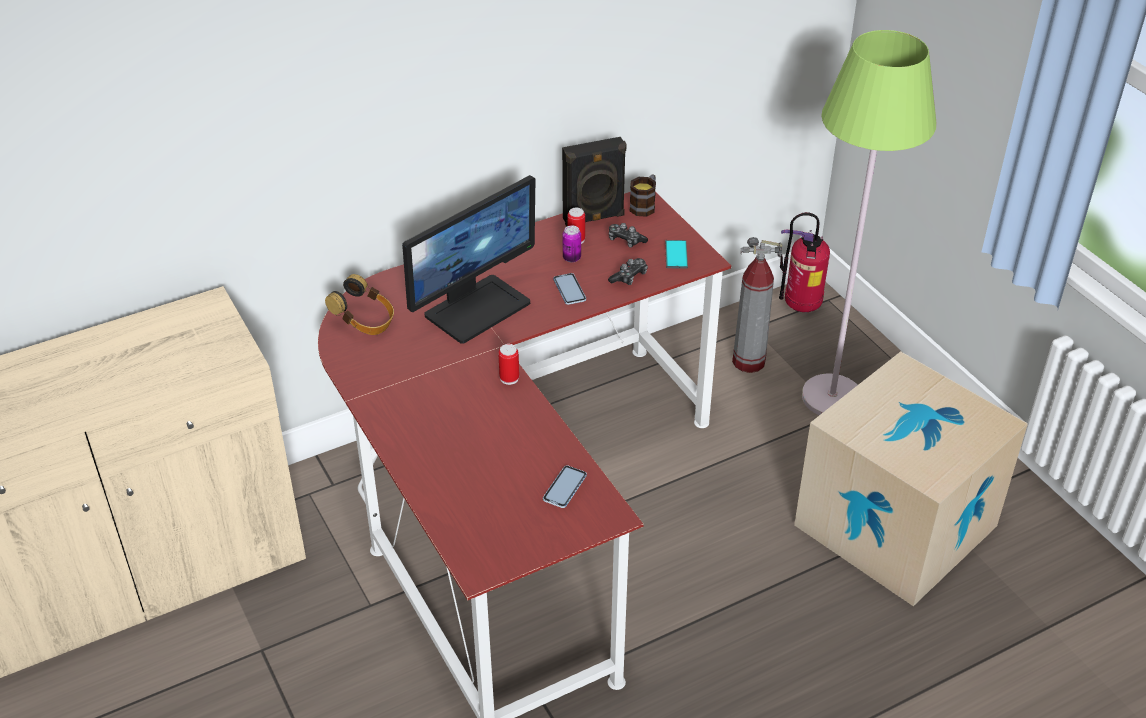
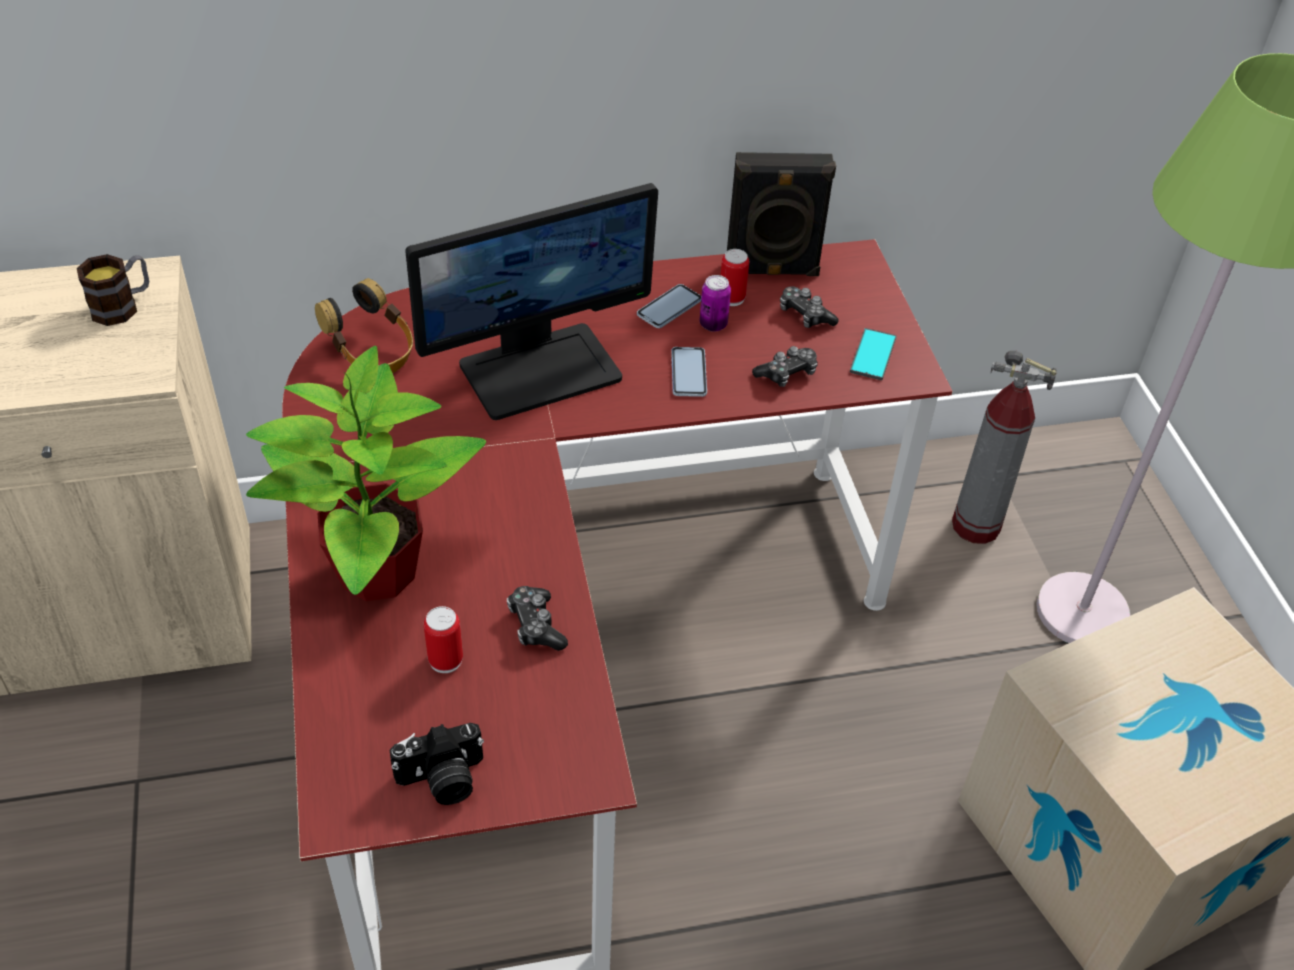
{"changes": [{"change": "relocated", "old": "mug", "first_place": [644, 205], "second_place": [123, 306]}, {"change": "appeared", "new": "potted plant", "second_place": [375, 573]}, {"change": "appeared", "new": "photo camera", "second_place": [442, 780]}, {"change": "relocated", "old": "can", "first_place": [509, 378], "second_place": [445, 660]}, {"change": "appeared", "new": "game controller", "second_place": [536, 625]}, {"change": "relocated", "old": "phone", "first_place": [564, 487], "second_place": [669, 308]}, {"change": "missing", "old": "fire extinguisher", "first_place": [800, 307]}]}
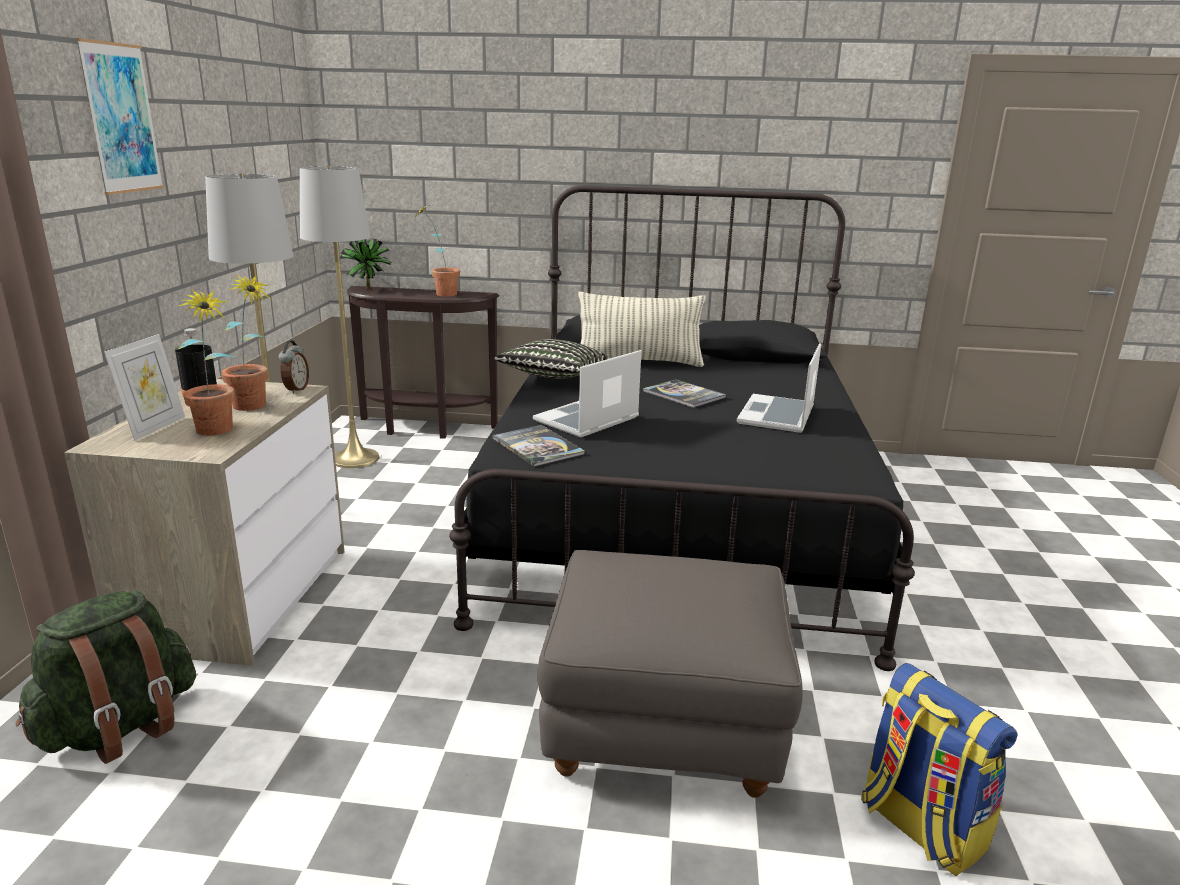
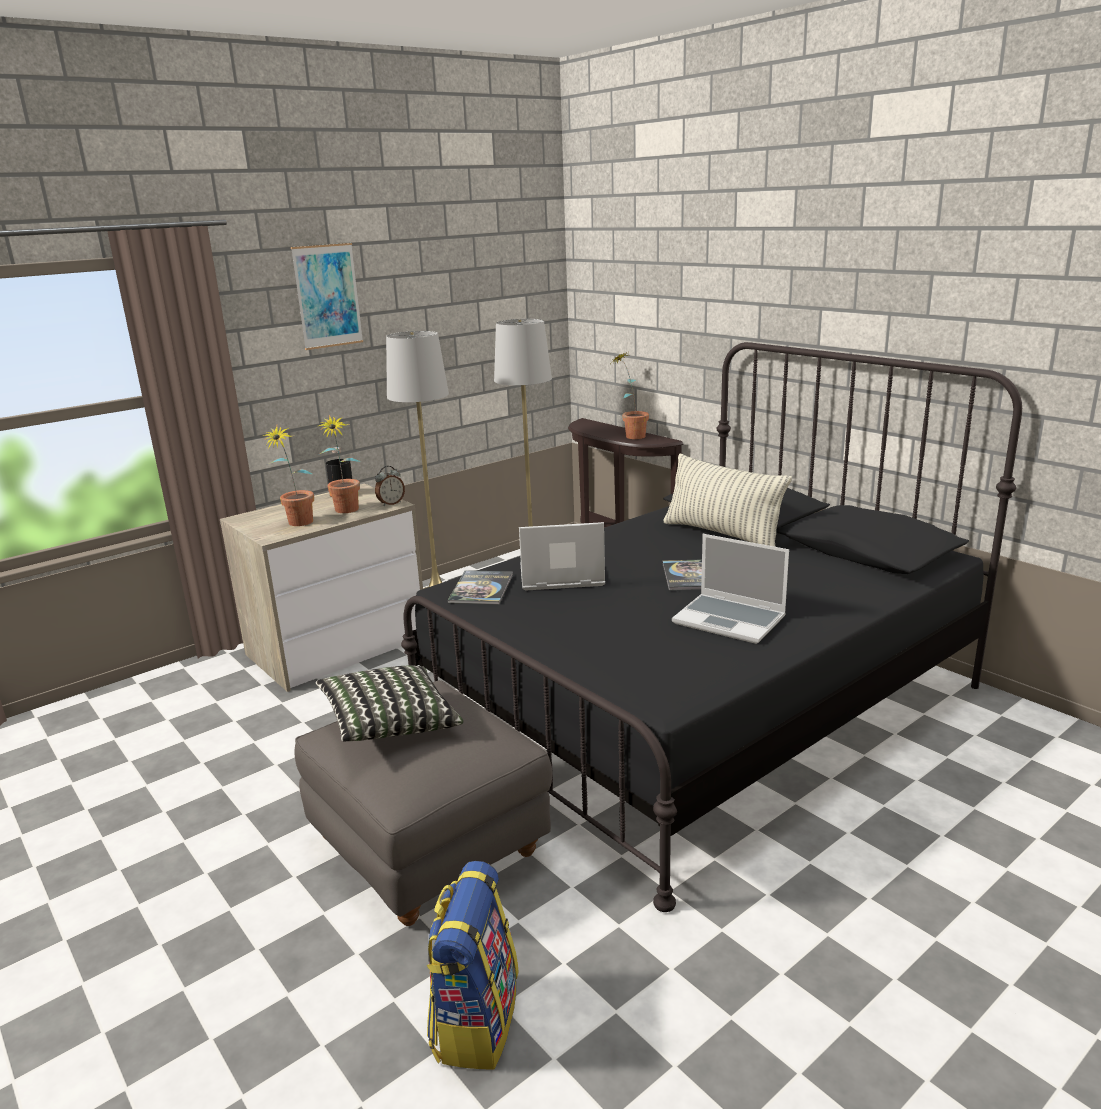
{"changes": [{"change": "relocated", "old": "pillow", "first_place": [554, 378], "second_place": [390, 724]}, {"change": "spun", "old": "laptop", "first_place": [777, 416], "second_place": [731, 620], "degrees": -120}, {"change": "missing", "old": "green backpack", "first_place": [120, 727]}, {"change": "missing", "old": "picture frame", "first_place": [154, 427]}, {"change": "missing", "old": "potted plant", "first_place": [369, 290]}]}
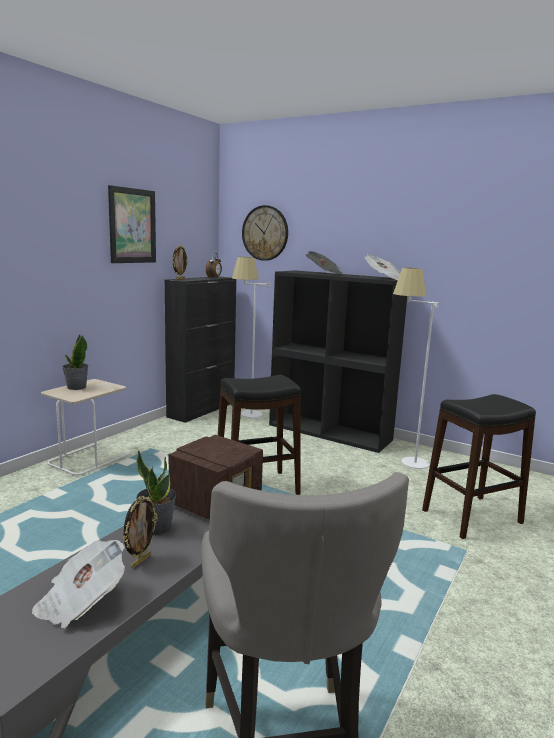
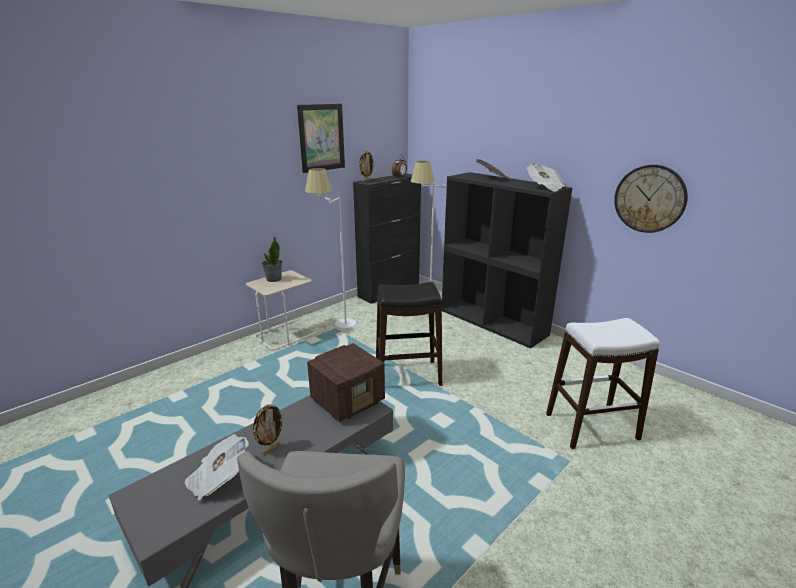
{"changes": [{"change": "relocated", "old": "white floor lamp", "first_place": [403, 463], "second_place": [335, 323]}, {"change": "colour", "old": "black stool", "new": "white stool", "first_place": [472, 516], "second_place": [591, 426]}, {"change": "relocated", "old": "wall clock", "first_place": [265, 233], "second_place": [649, 199]}, {"change": "missing", "old": "potted plant", "first_place": [156, 527]}]}
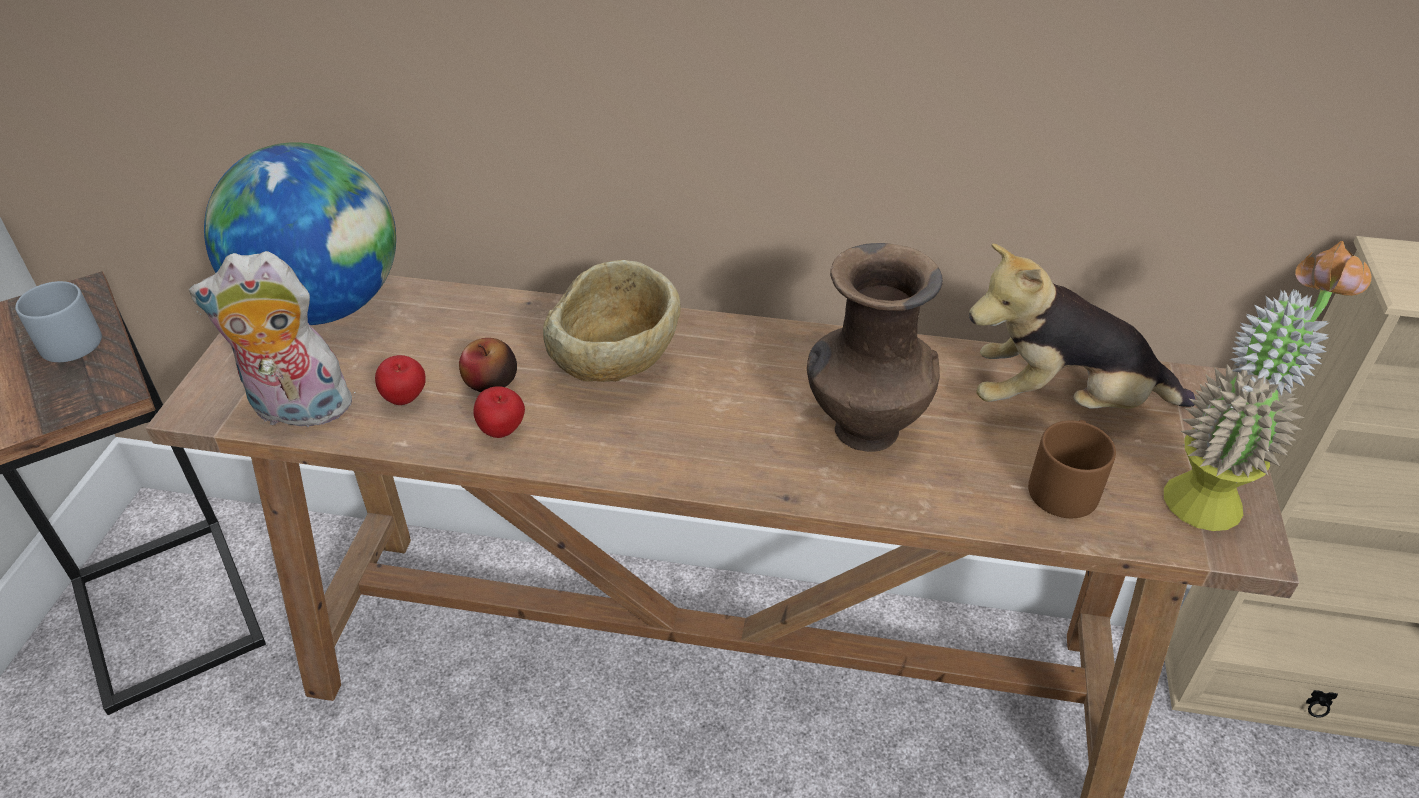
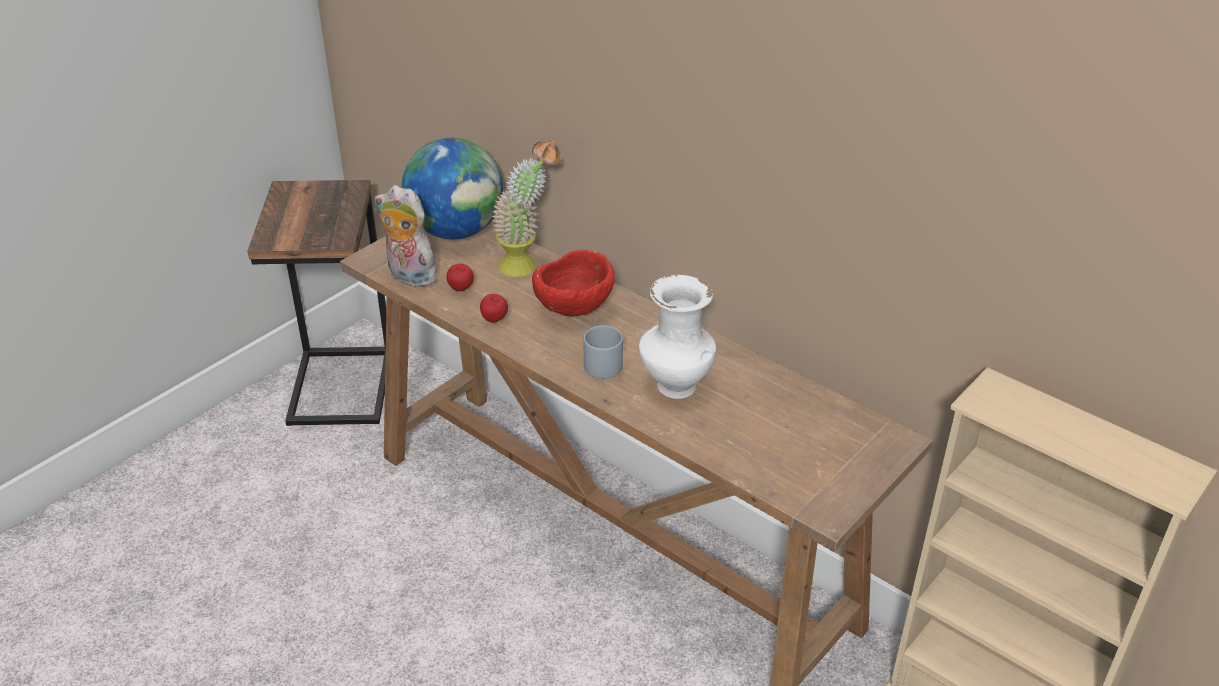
{"changes": [{"change": "relocated", "old": "potted plant", "first_place": [1213, 491], "second_place": [527, 265]}, {"change": "colour", "old": "beige bowl", "new": "red bowl", "first_place": [615, 368], "second_place": [574, 311]}, {"change": "relocated", "old": "grey mug", "first_place": [70, 337], "second_place": [603, 362]}, {"change": "colour", "old": "brown vase", "new": "white vase", "first_place": [863, 430], "second_place": [674, 386]}, {"change": "missing", "old": "apple", "first_place": [490, 382]}, {"change": "missing", "old": "plush toy", "first_place": [1062, 403]}, {"change": "missing", "old": "brown mug", "first_place": [1063, 483]}]}
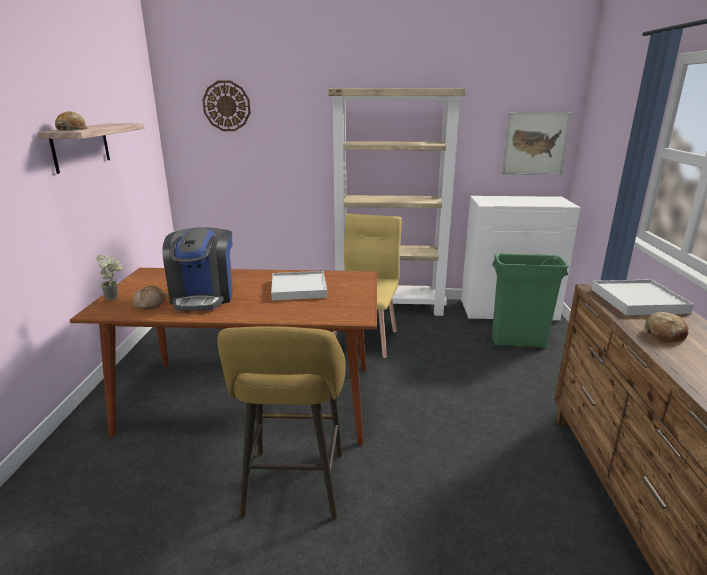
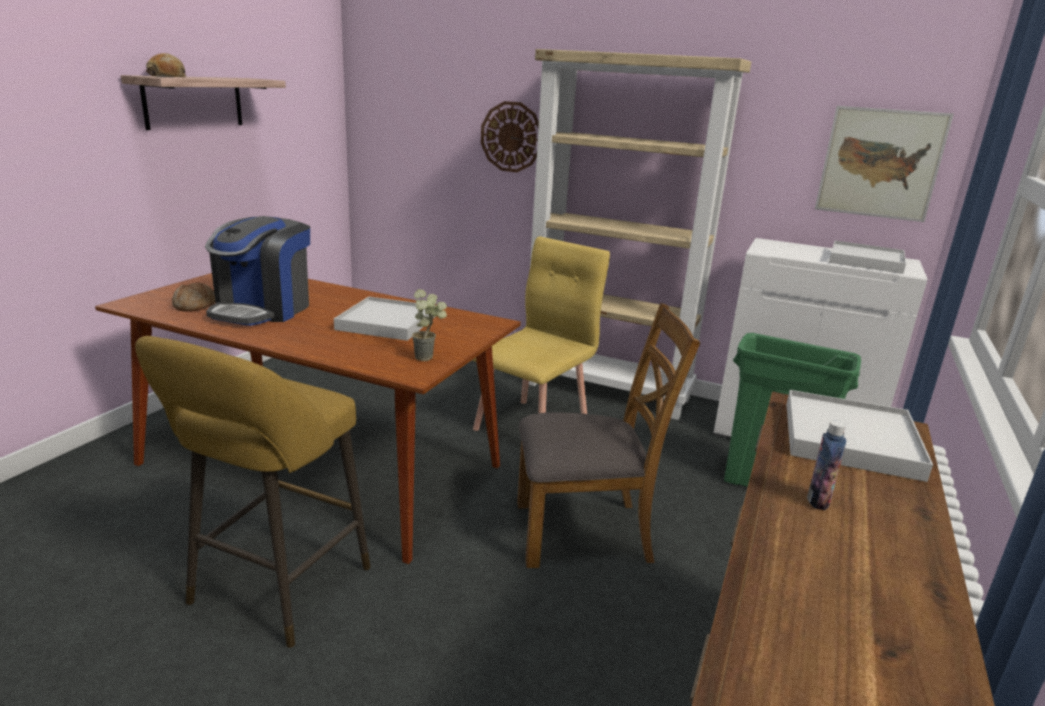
{"changes": [{"change": "relocated", "old": "potted plant", "first_place": [115, 297], "second_place": [429, 357]}, {"change": "relocated", "old": "wall clock", "first_place": [226, 106], "second_place": [511, 137]}, {"change": "appeared", "new": "brown chair", "second_place": [584, 532]}, {"change": "exchanged", "old": "bread", "new": "bottle", "first_place": [664, 334], "second_place": [818, 501]}, {"change": "appeared", "new": "white tray", "second_place": [865, 261]}]}
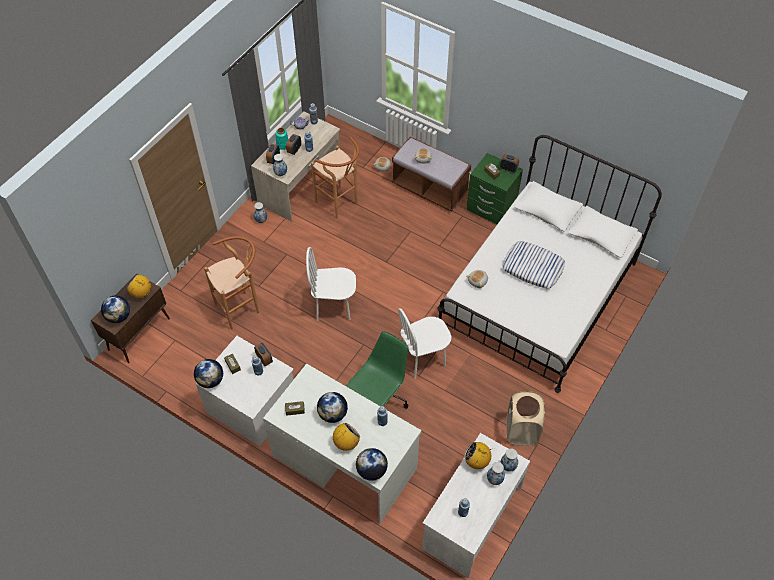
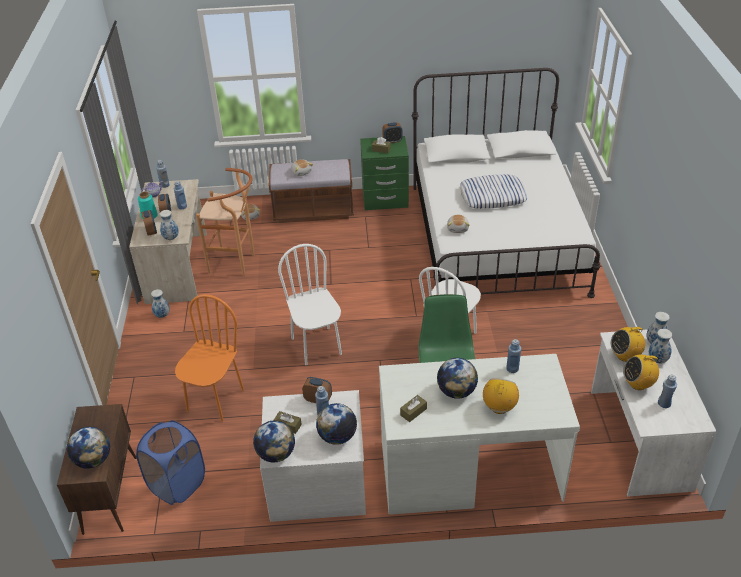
{"changes": [{"change": "appeared", "new": "blue laundry basket", "second_place": [177, 484]}, {"change": "exchanged", "old": "brown stool", "new": "orange chair", "first_place": [241, 307], "second_place": [215, 400]}, {"change": "spun", "old": "white chair", "first_place": [334, 307], "second_place": [317, 346], "degrees": 105}, {"change": "relocated", "old": "globe", "first_place": [371, 470], "second_place": [337, 436]}, {"change": "relocated", "old": "radio", "first_place": [141, 293], "second_place": [638, 384]}, {"change": "missing", "old": "beige laundry basket", "first_place": [521, 430]}]}
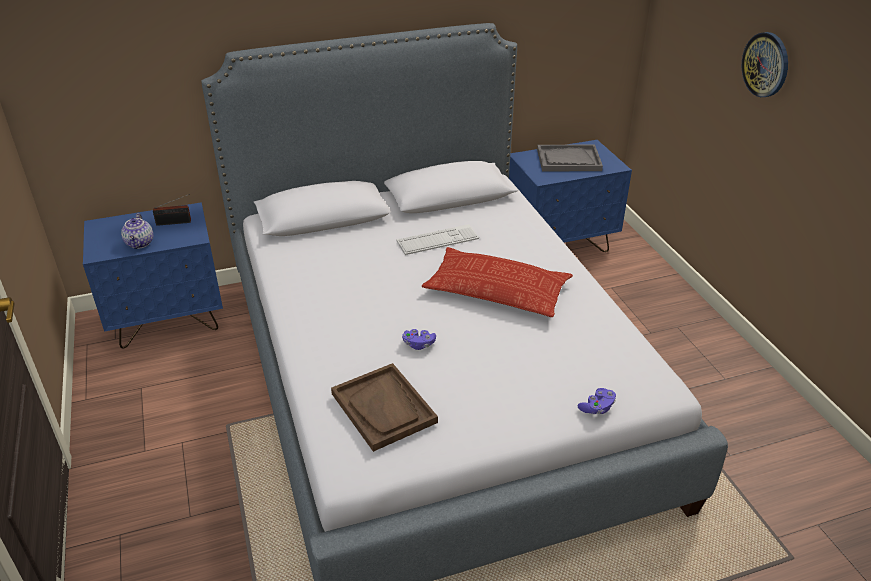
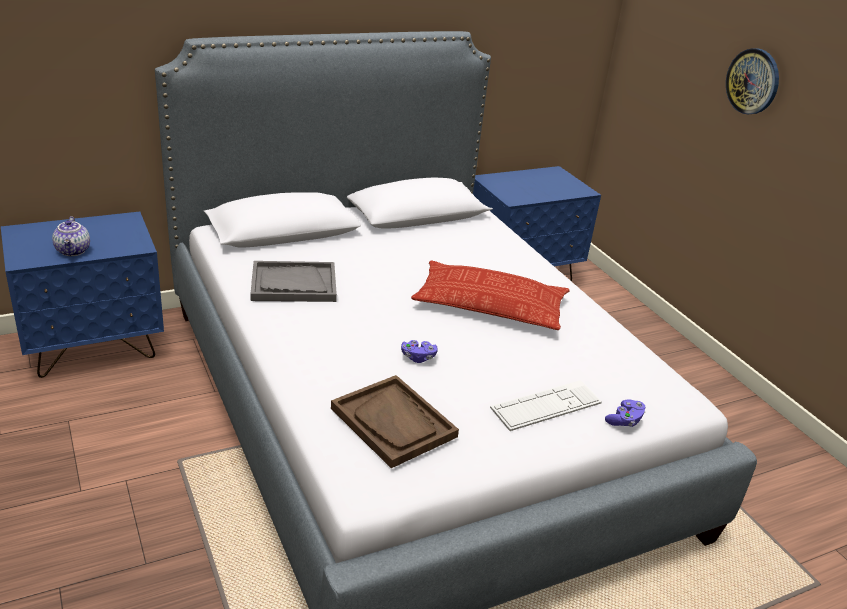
{"changes": [{"change": "relocated", "old": "grey tray", "first_place": [568, 160], "second_place": [293, 284]}, {"change": "relocated", "old": "keyboard", "first_place": [437, 240], "second_place": [546, 406]}, {"change": "missing", "old": "radio", "first_place": [175, 222]}]}
